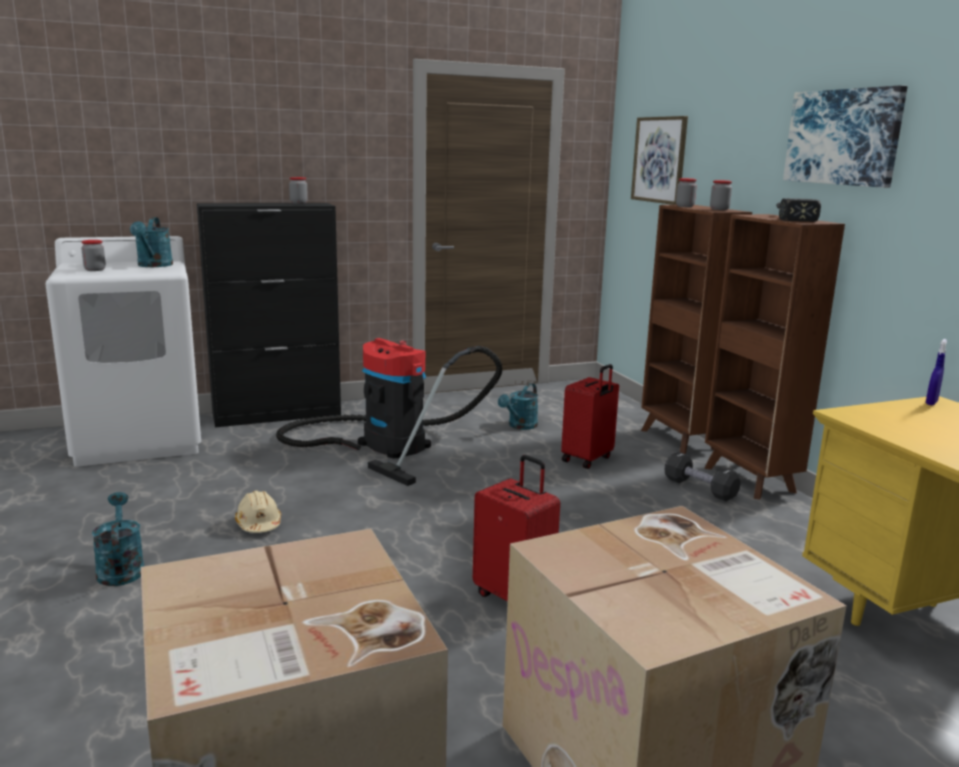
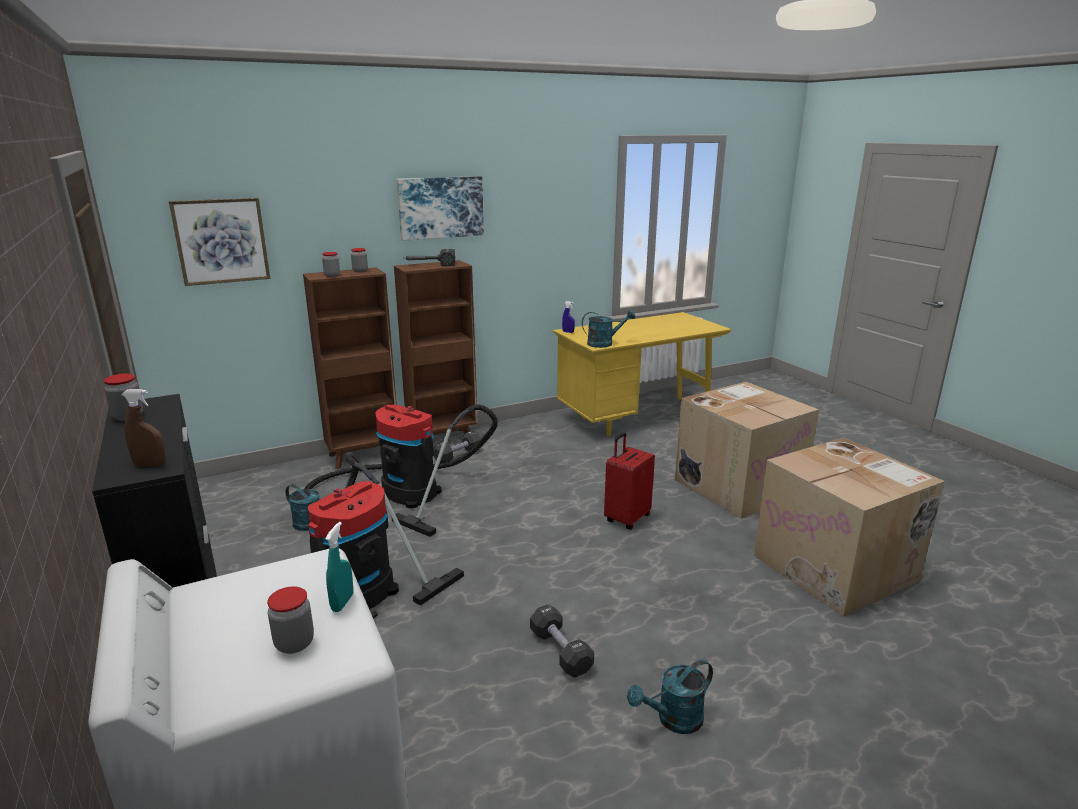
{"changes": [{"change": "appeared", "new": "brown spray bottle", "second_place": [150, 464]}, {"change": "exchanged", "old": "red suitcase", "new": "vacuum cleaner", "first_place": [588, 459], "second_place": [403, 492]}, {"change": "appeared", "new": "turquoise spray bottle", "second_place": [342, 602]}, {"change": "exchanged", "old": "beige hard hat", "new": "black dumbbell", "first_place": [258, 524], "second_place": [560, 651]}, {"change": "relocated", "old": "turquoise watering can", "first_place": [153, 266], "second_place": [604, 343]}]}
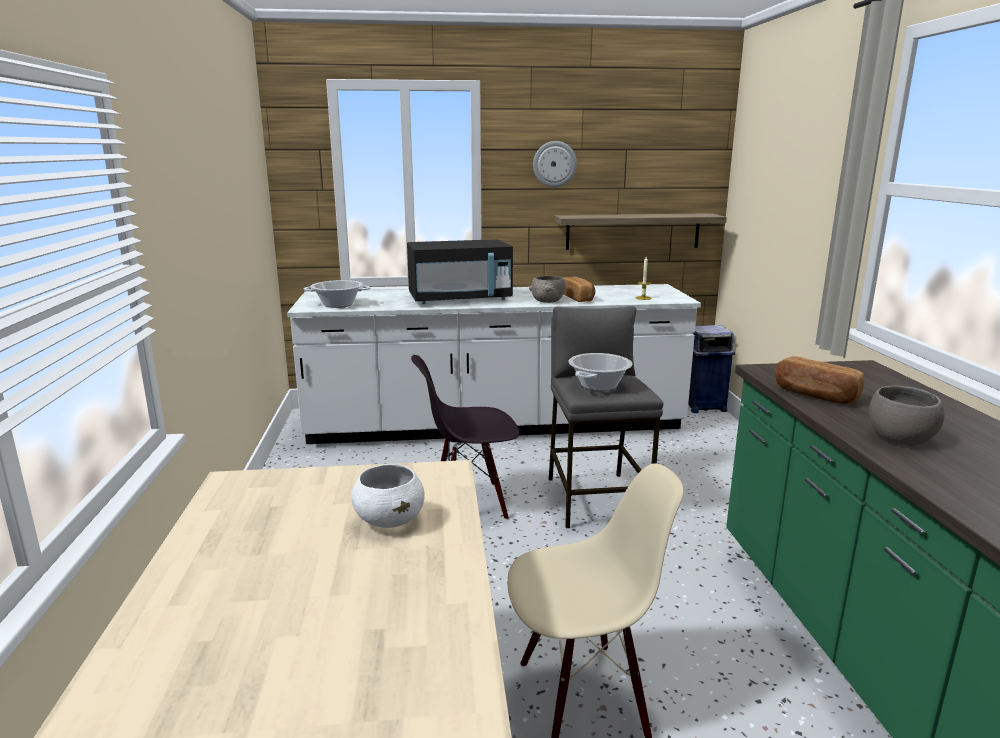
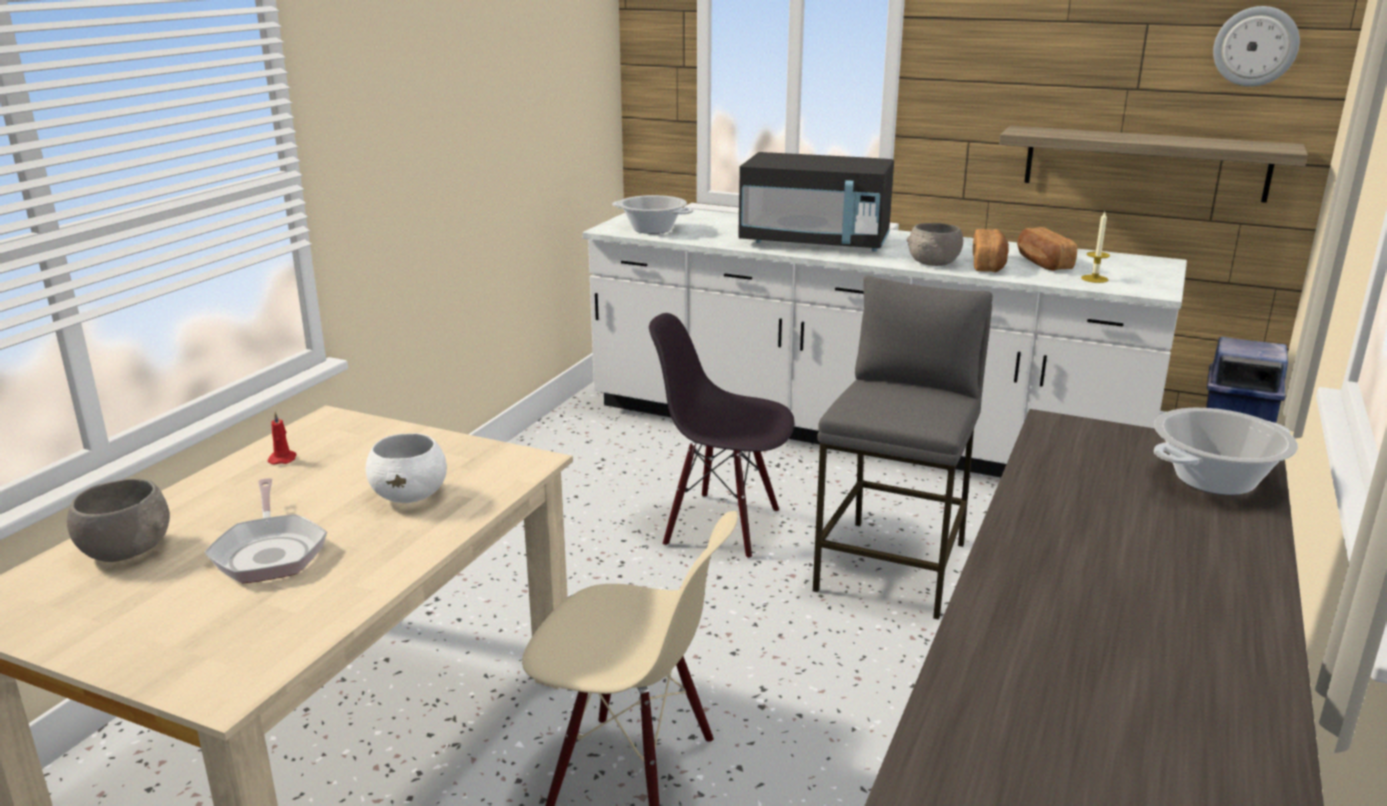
{"changes": [{"change": "relocated", "old": "grey bowl", "first_place": [899, 438], "second_place": [127, 549]}, {"change": "appeared", "new": "frying pan", "second_place": [269, 552]}, {"change": "appeared", "new": "red candle", "second_place": [283, 459]}, {"change": "relocated", "old": "bread", "first_place": [814, 395], "second_place": [1042, 263]}, {"change": "relocated", "old": "cooking pot", "first_place": [599, 385], "second_place": [1215, 480]}, {"change": "relocated", "old": "wall clock", "first_place": [554, 164], "second_place": [1255, 46]}]}
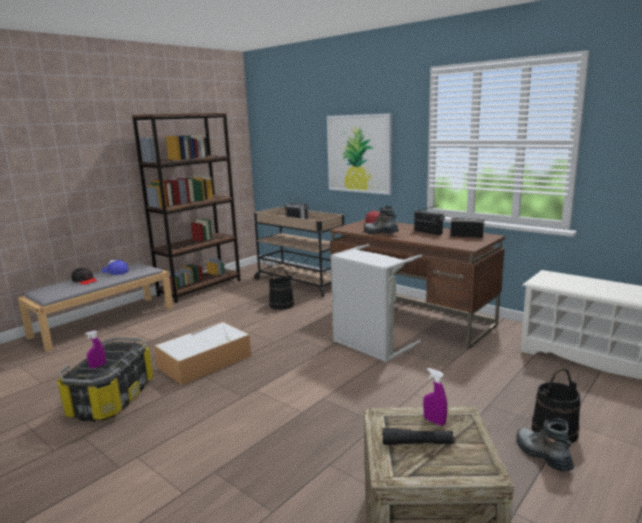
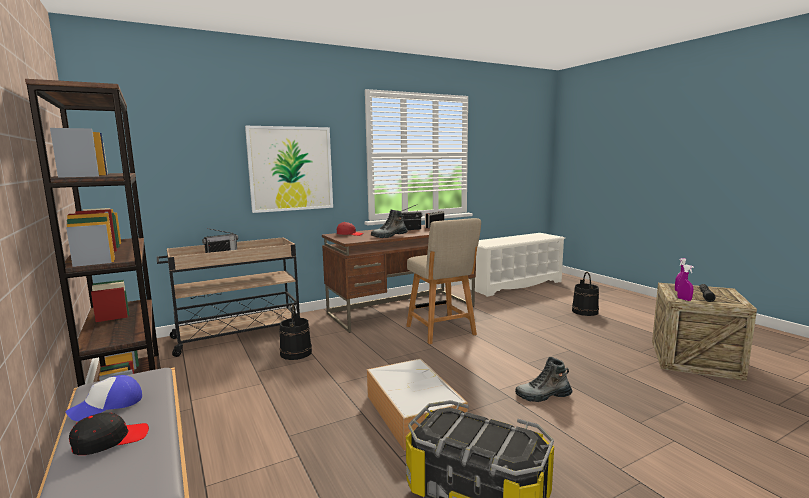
{"changes": [{"change": "exchanged", "old": "grey laundry basket", "new": "beige chair", "first_place": [370, 345], "second_place": [442, 331]}, {"change": "relocated", "old": "boot", "first_place": [542, 455], "second_place": [543, 396]}, {"change": "relocated", "old": "purple spray bottle", "first_place": [98, 366], "second_place": [684, 299]}]}
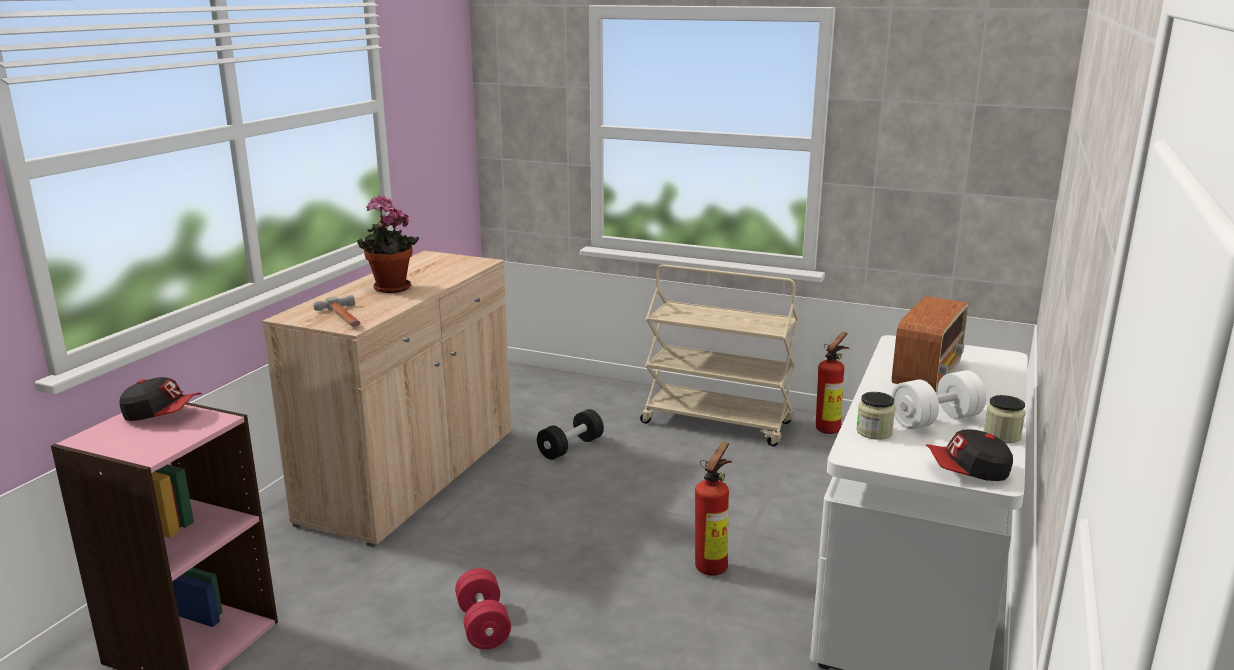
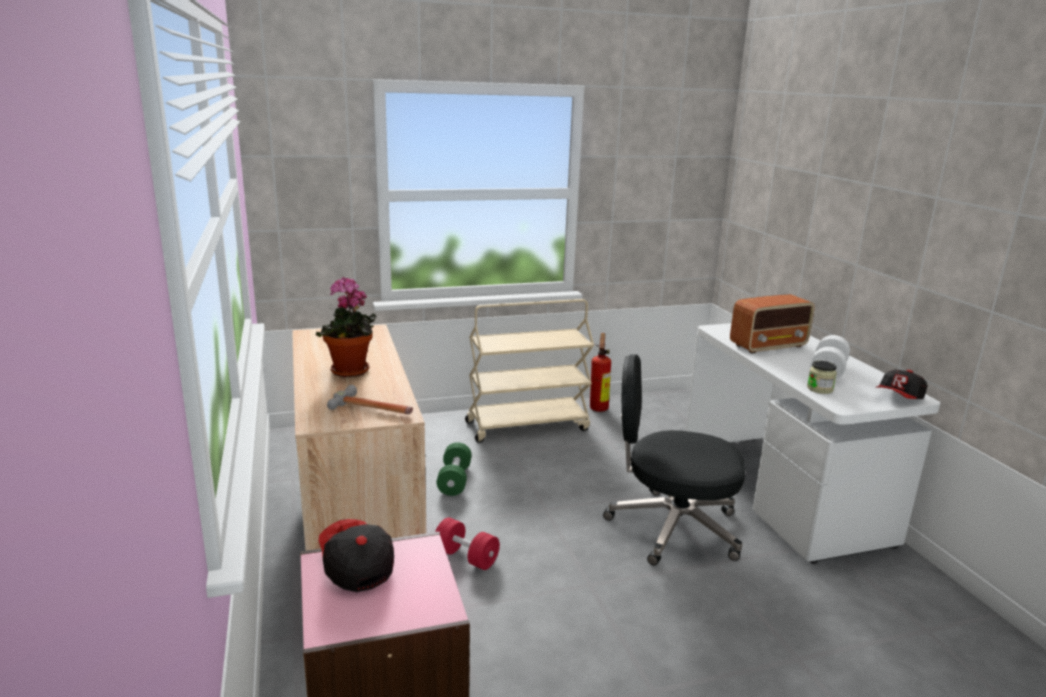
{"changes": [{"change": "spun", "old": "cap", "first_place": [162, 415], "second_place": [356, 566], "degrees": -90}, {"change": "relocated", "old": "red dumbbell", "first_place": [483, 625], "second_place": [466, 557]}, {"change": "colour", "old": "black dumbbell", "new": "green dumbbell", "first_place": [571, 447], "second_place": [454, 480]}, {"change": "exchanged", "old": "fire extinguisher", "new": "black office chair", "first_place": [714, 566], "second_place": [671, 527]}, {"change": "spun", "old": "radio", "first_place": [927, 375], "second_place": [769, 346], "degrees": 75}, {"change": "missing", "old": "jar", "first_place": [1002, 435]}]}
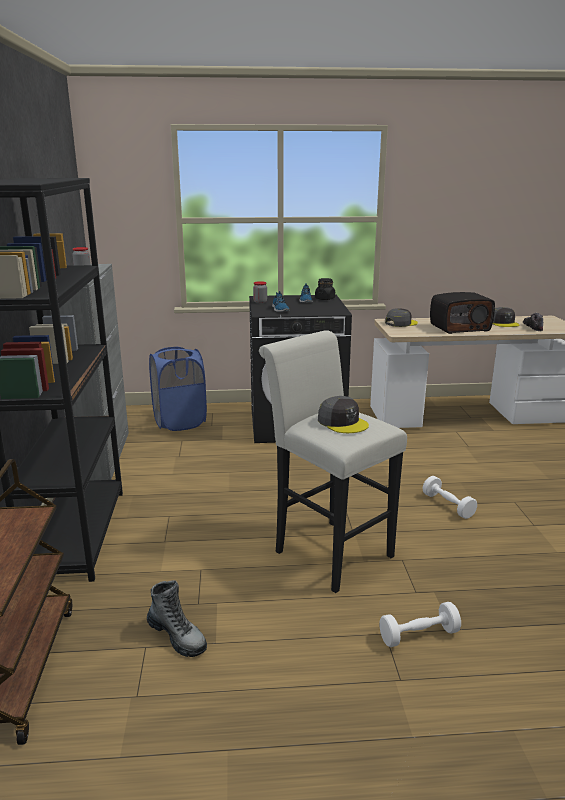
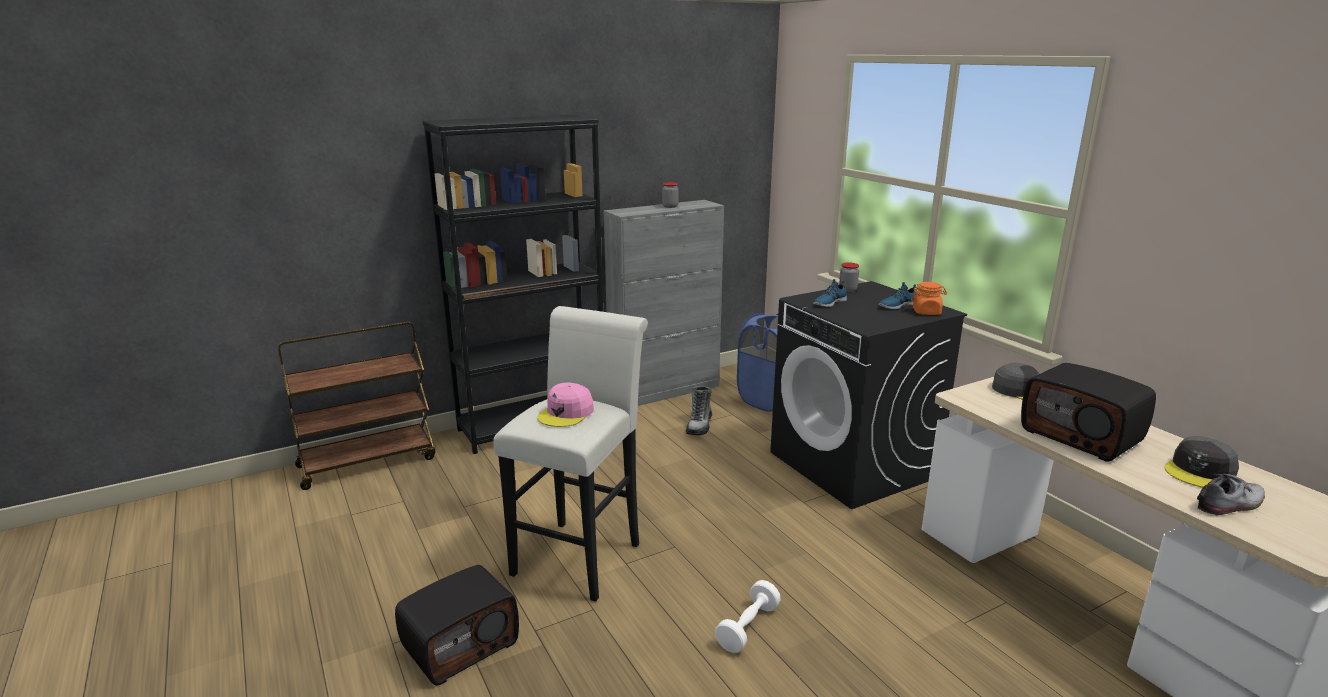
{"changes": [{"change": "exchanged", "old": "white dumbbell", "new": "radio", "first_place": [418, 635], "second_place": [461, 644]}, {"change": "colour", "old": "grey cap", "new": "pink cap", "first_place": [342, 422], "second_place": [566, 413]}, {"change": "relocated", "old": "boot", "first_place": [177, 636], "second_place": [699, 425]}, {"change": "colour", "old": "black jar", "new": "orange jar", "first_place": [325, 298], "second_place": [926, 312]}]}
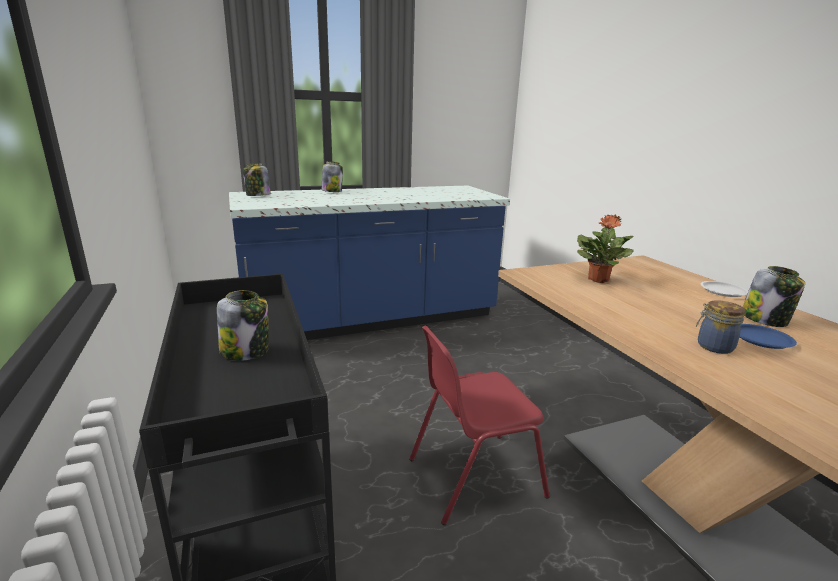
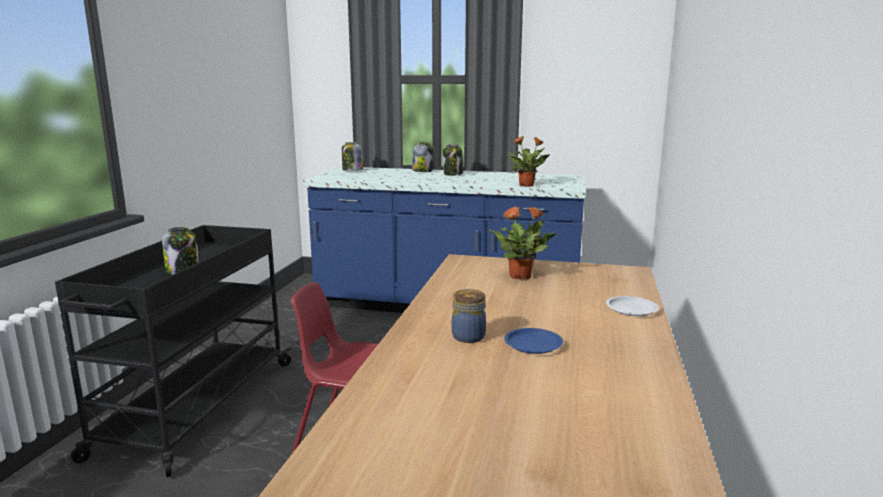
{"changes": [{"change": "relocated", "old": "jar", "first_place": [765, 319], "second_place": [453, 174]}, {"change": "appeared", "new": "potted plant", "second_place": [527, 185]}]}
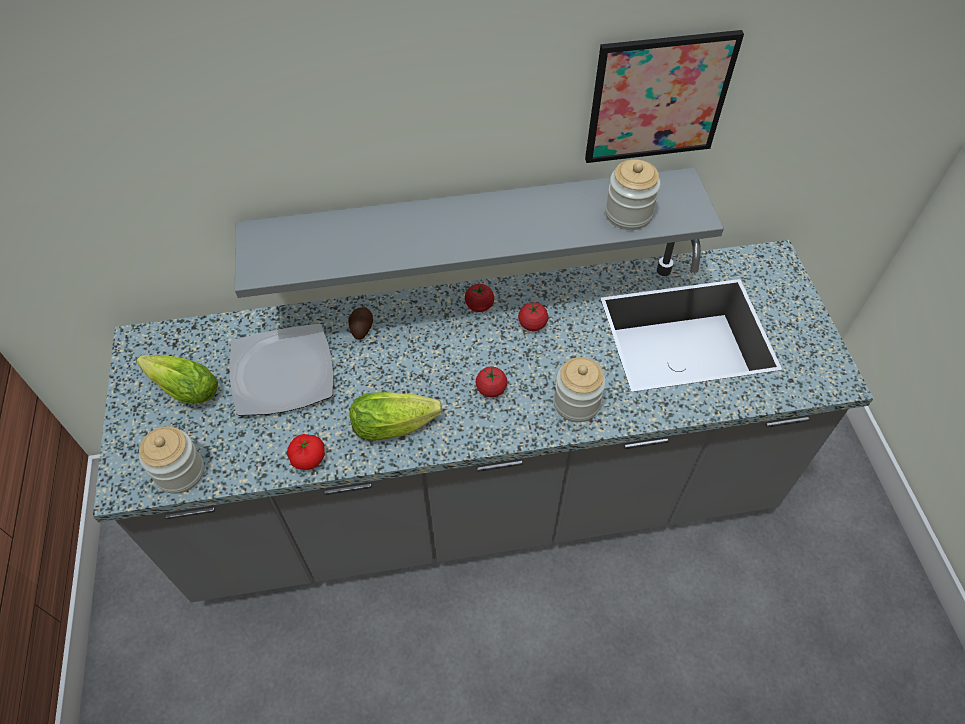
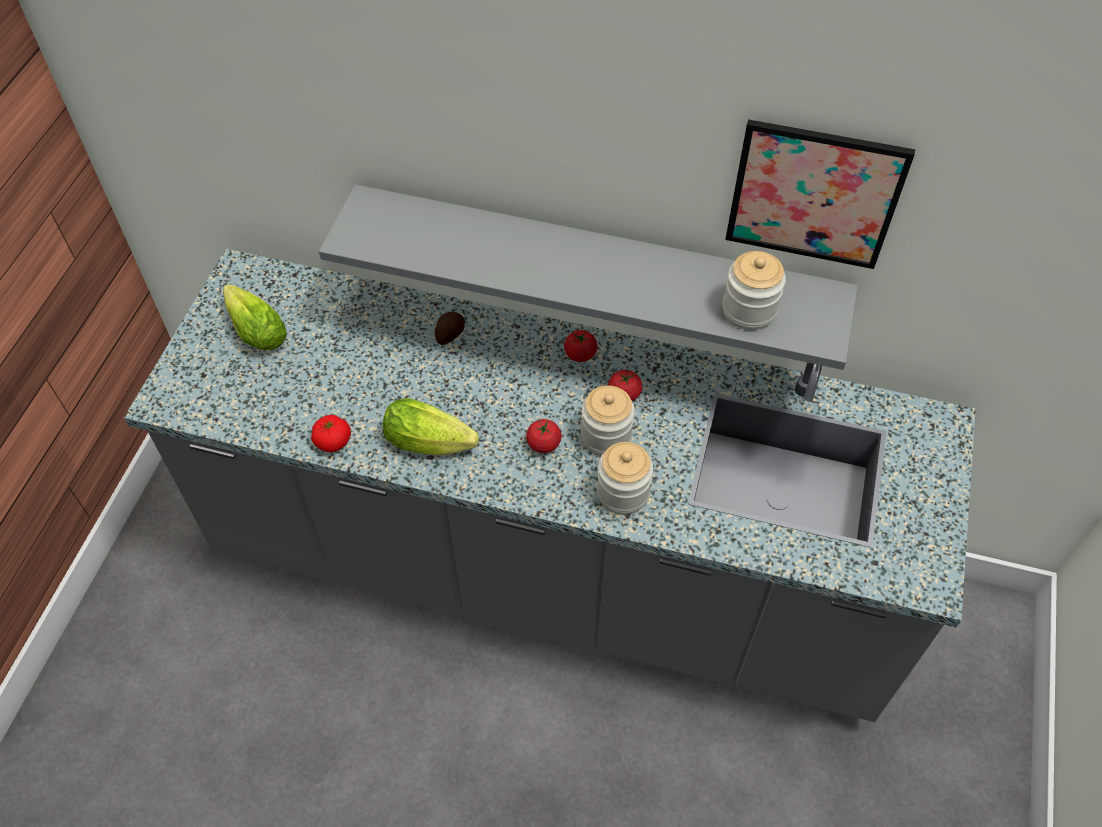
{"changes": [{"change": "relocated", "old": "jar", "first_place": [180, 472], "second_place": [606, 436]}, {"change": "missing", "old": "plate", "first_place": [281, 373]}]}
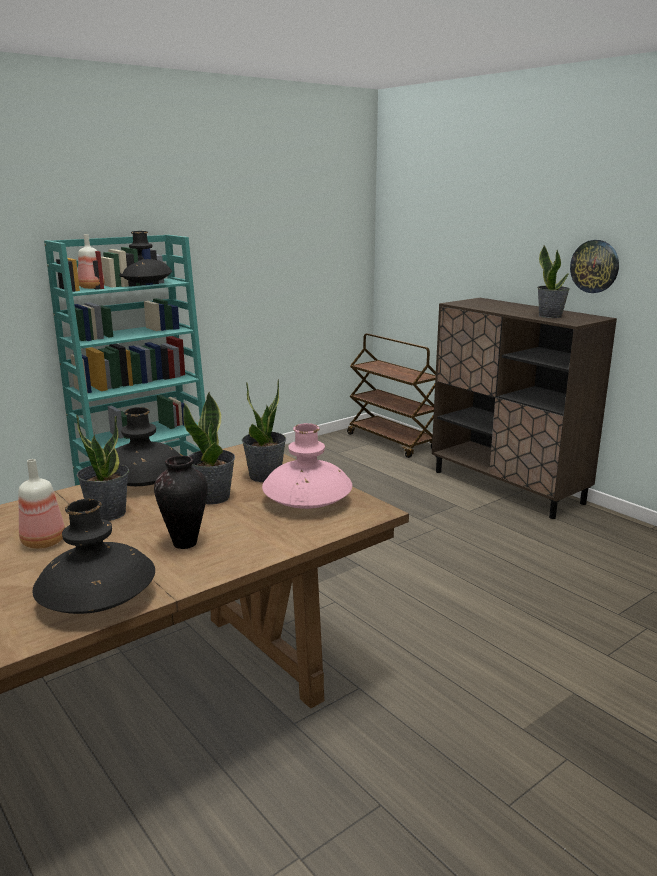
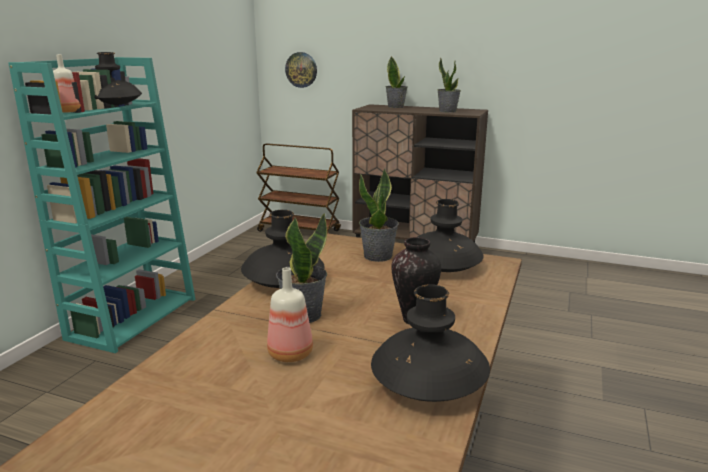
{"changes": [{"change": "relocated", "old": "wall clock", "first_place": [595, 266], "second_place": [301, 70]}, {"change": "relocated", "old": "potted plant", "first_place": [213, 497], "second_place": [396, 107]}, {"change": "colour", "old": "pink vase", "new": "black vase", "first_place": [307, 501], "second_place": [443, 266]}]}
